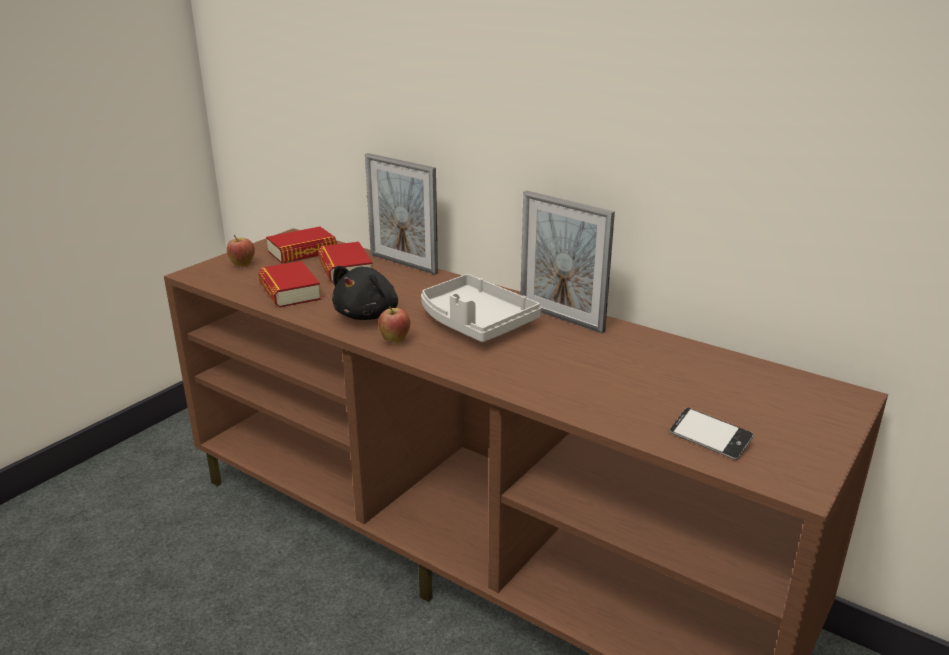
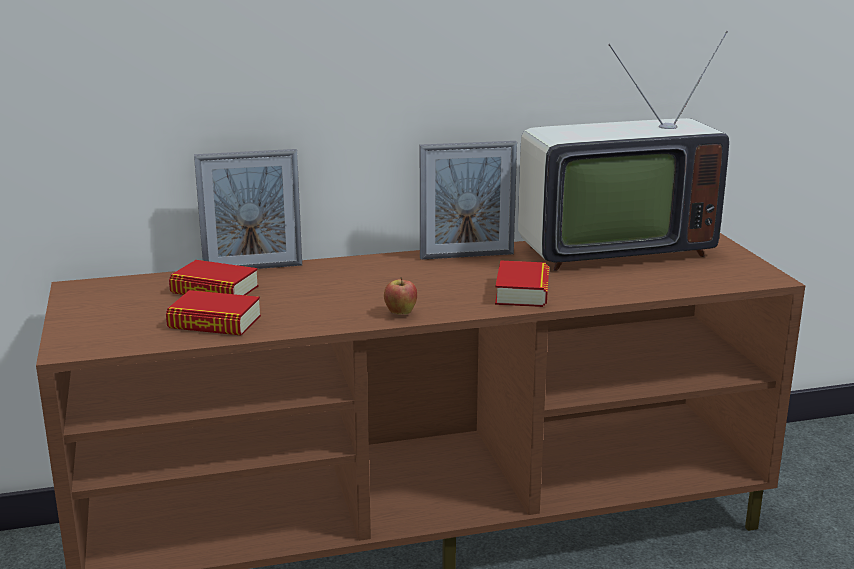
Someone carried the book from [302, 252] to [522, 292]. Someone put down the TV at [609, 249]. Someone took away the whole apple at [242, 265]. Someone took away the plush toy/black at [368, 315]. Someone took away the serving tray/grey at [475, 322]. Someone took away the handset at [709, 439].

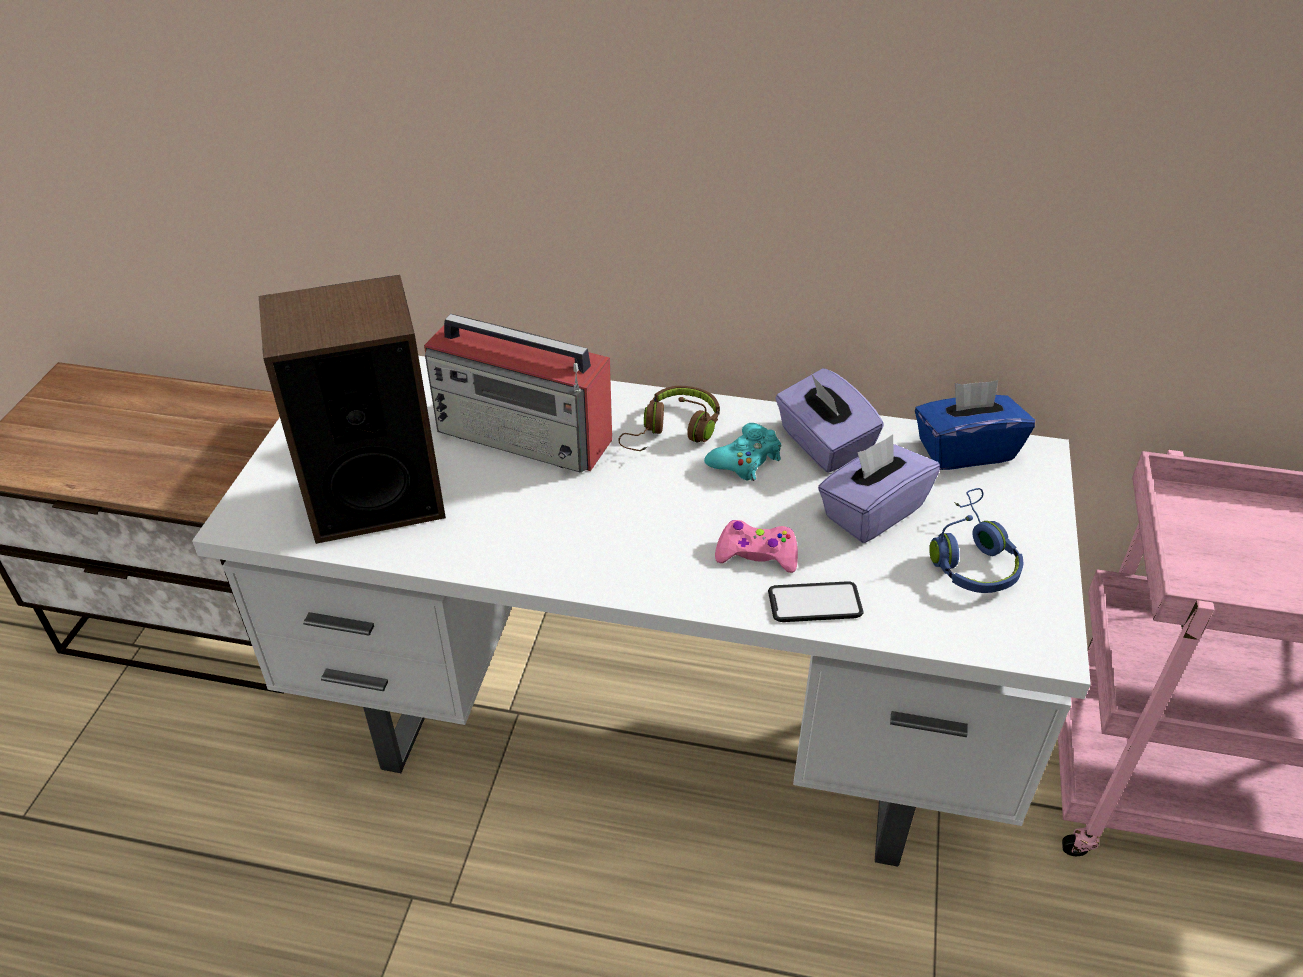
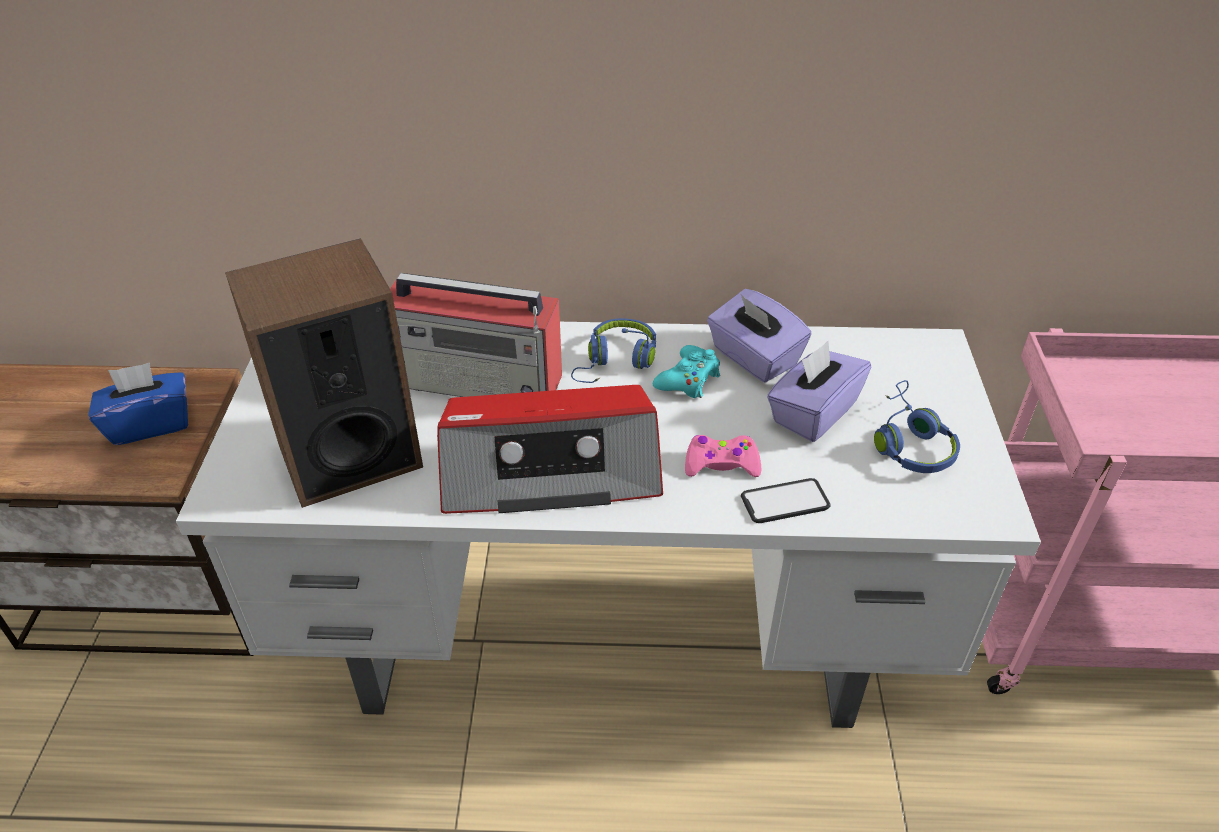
Someone carried the box of tissues/blue from [965, 450] to [150, 424]. Someone put down the radio set at [550, 470]. Someone repainted the headphones/brown at [673, 431], which became the headphones/blue at [616, 361].

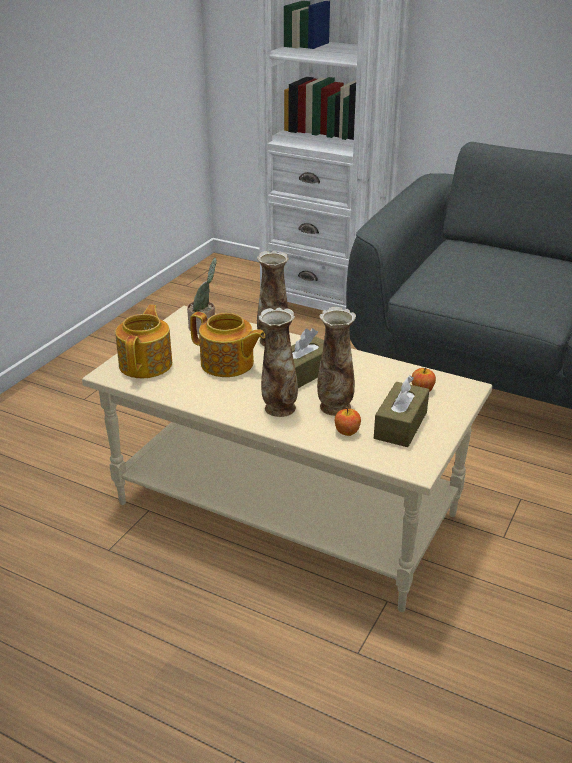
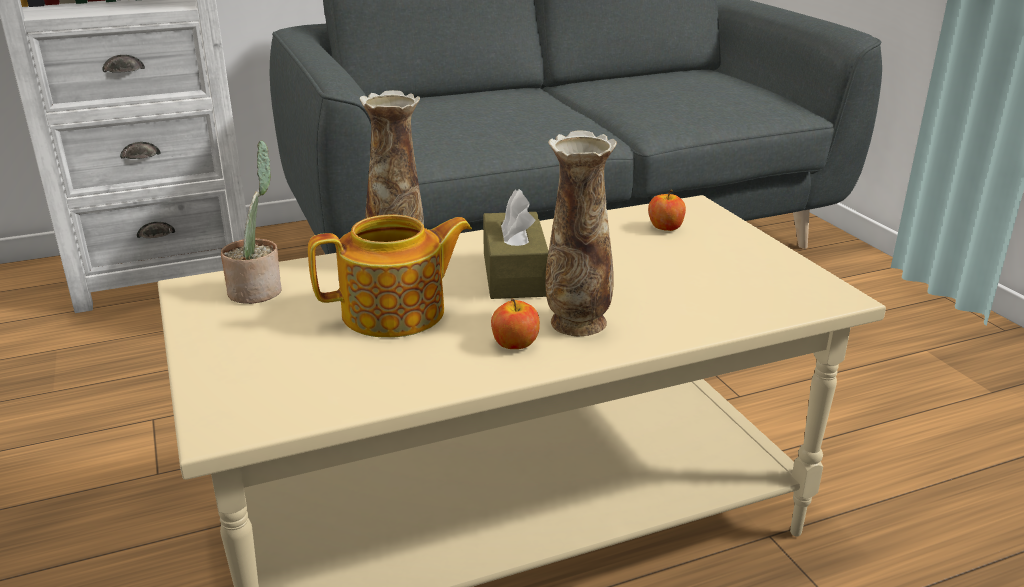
Someone carried the whole apple from [347, 432] to [515, 344]. Someone took away the teapot at [147, 364]. Someone took away the decorative vase at [334, 407]. Someone took away the box of tissues/brown at [400, 425].

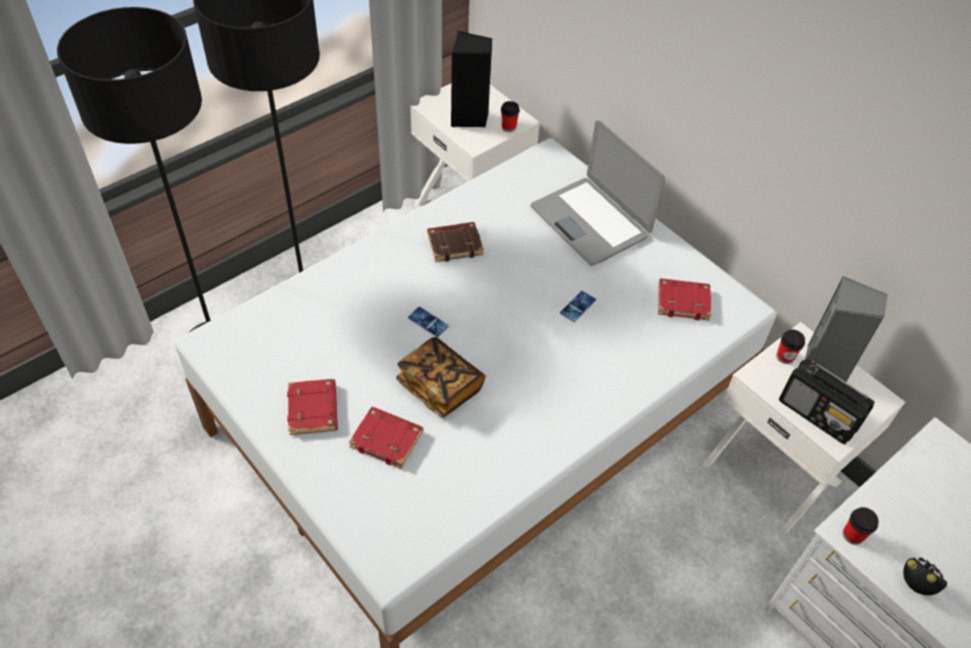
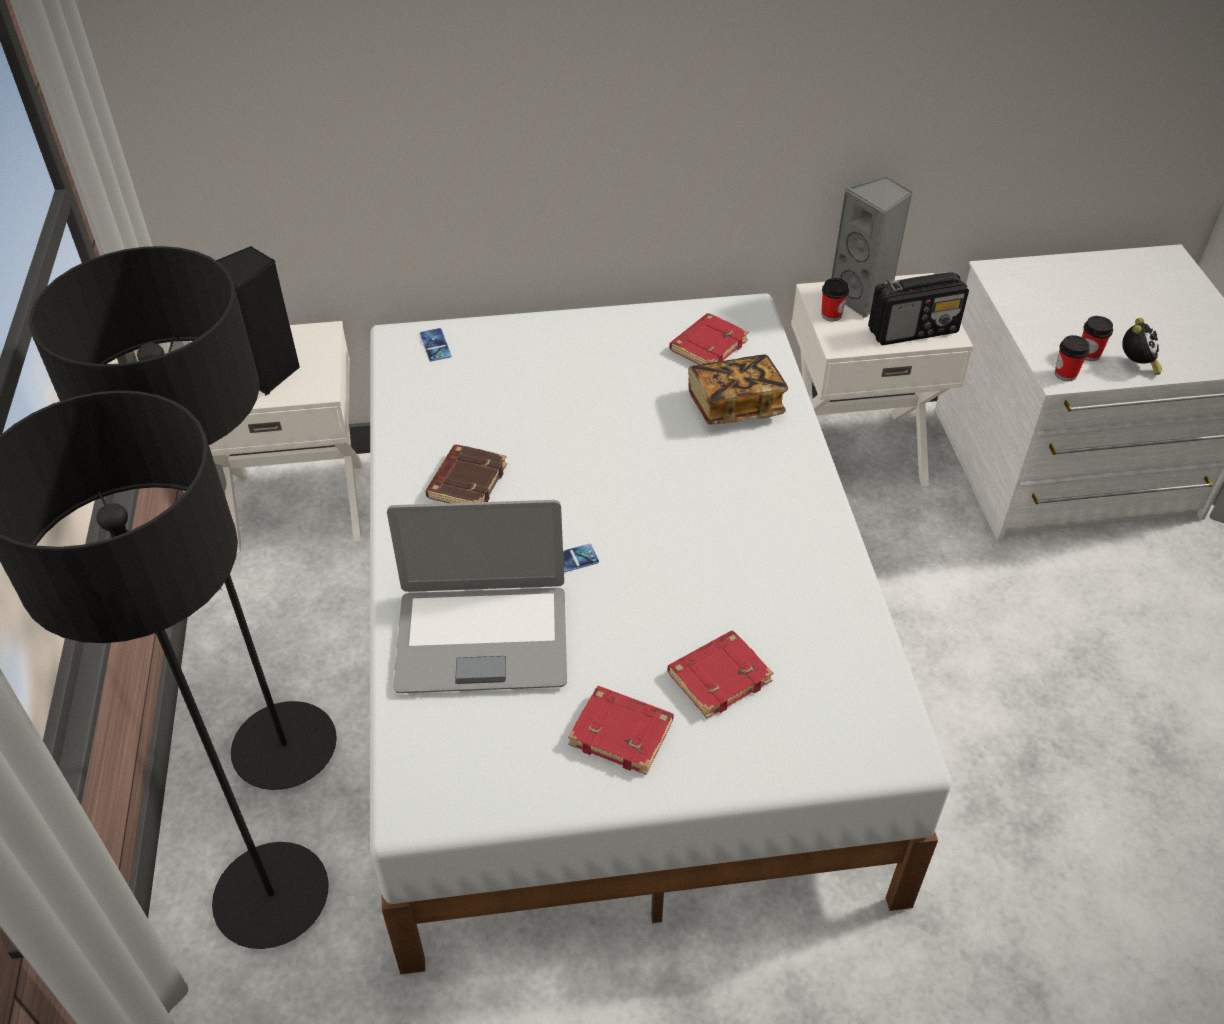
Someone carried the notebook computer from [590, 221] to [482, 638]. Someone carried the handset from [578, 306] to [435, 345]. Someone carried the book from [440, 386] to [735, 405]. Someone carried the drinking cup from [508, 127] to [1089, 354]. Someone rotated the alarm clock at [916, 586] by 120 degrees clockwise.

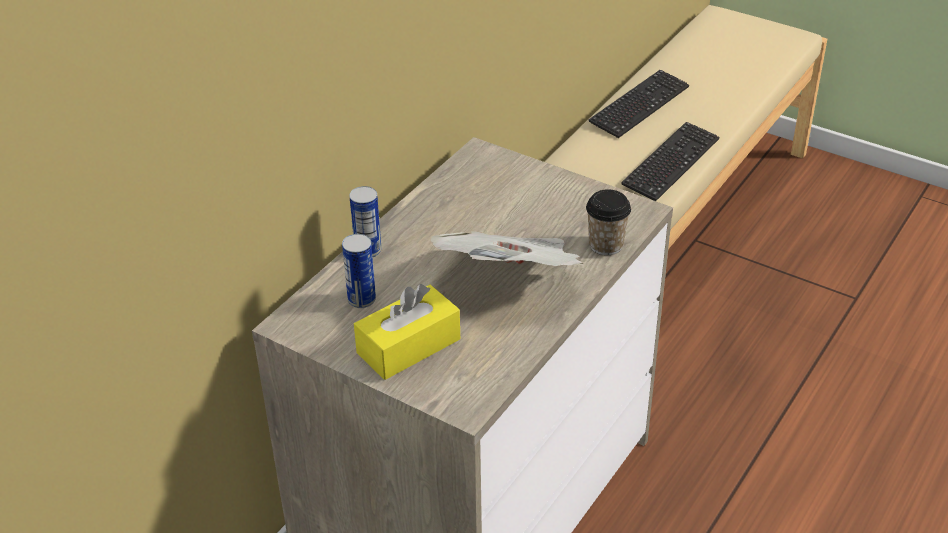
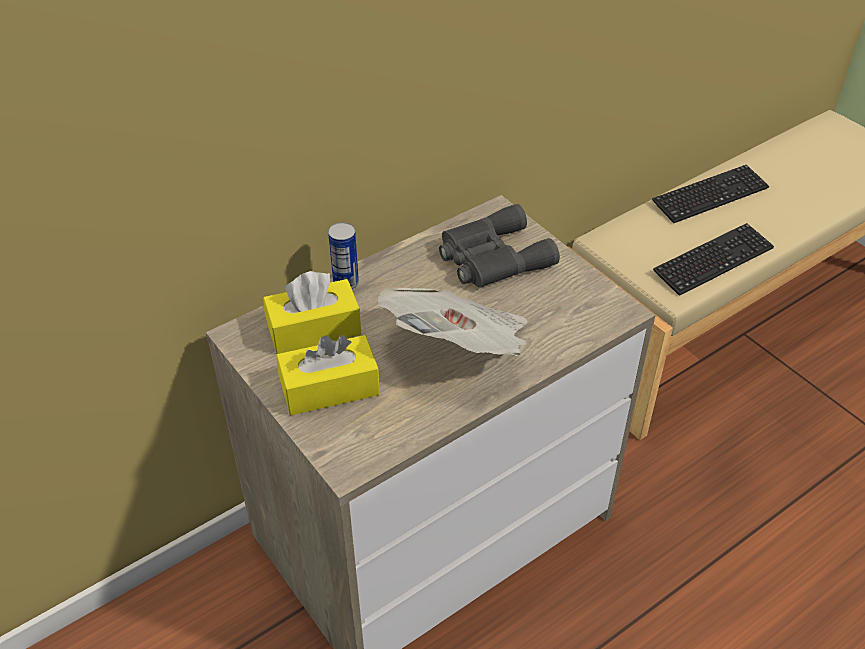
Someone swapped the sealed can at [361, 300] for the box of tissues/yellowish at [314, 329]. Someone put down the pair of binoculars/grey at [491, 258]. Someone took away the drinking cup at [606, 245].

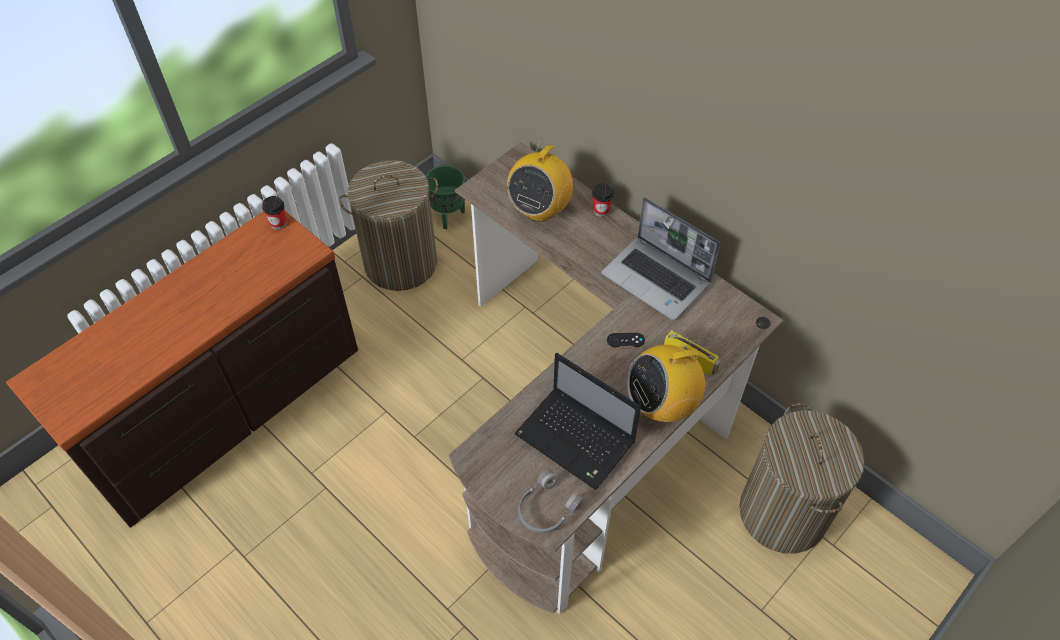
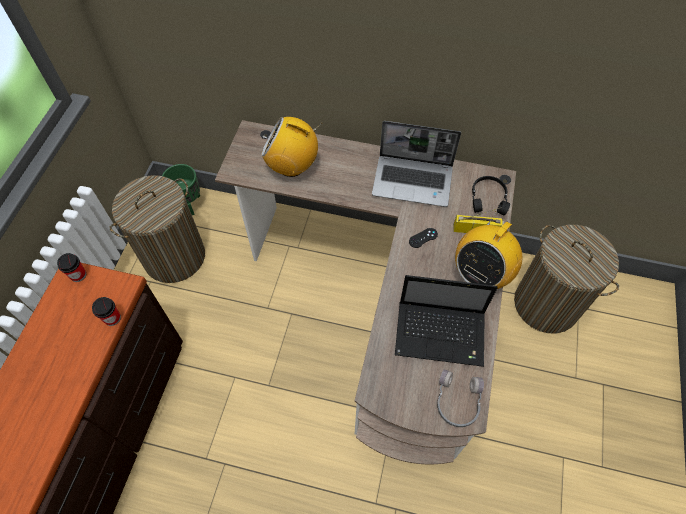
Someone carried the drinking cup from [601, 210] to [112, 318]. Someone rotated the radio set at [539, 209] by 105 degrees clockwise. Someone put down the headphones/black at [488, 198].

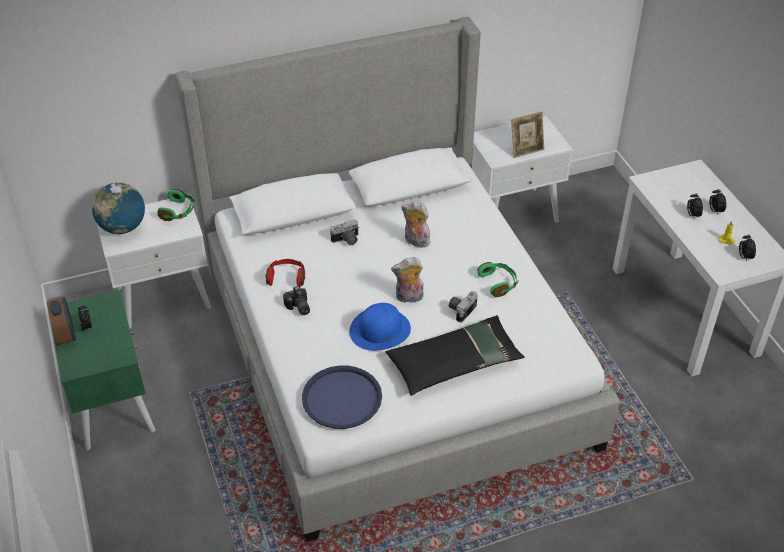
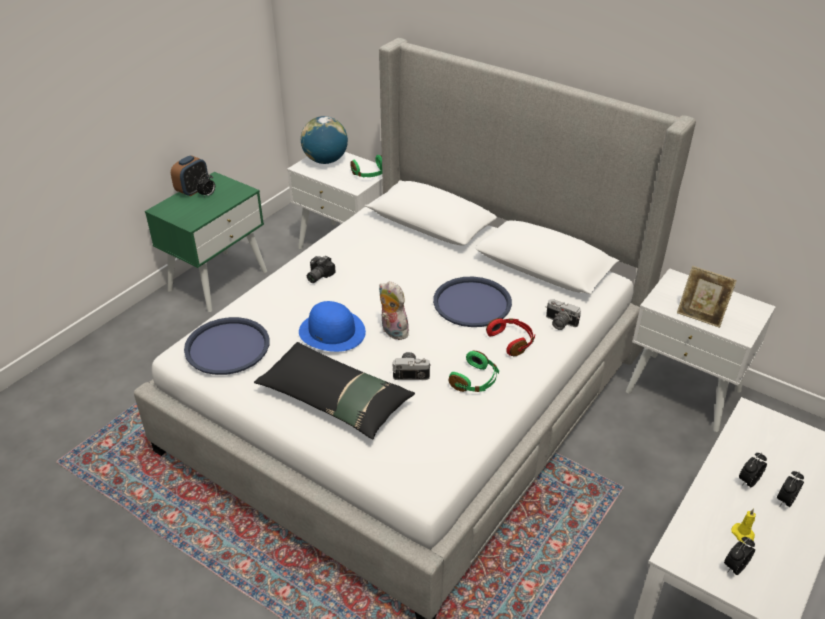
Someone swapped the plush toy at [415, 242] for the serving tray/blue at [472, 303]. Someone carried the headphones/red from [286, 277] to [512, 341]. Someone carried the photo camera from [346, 240] to [559, 323].

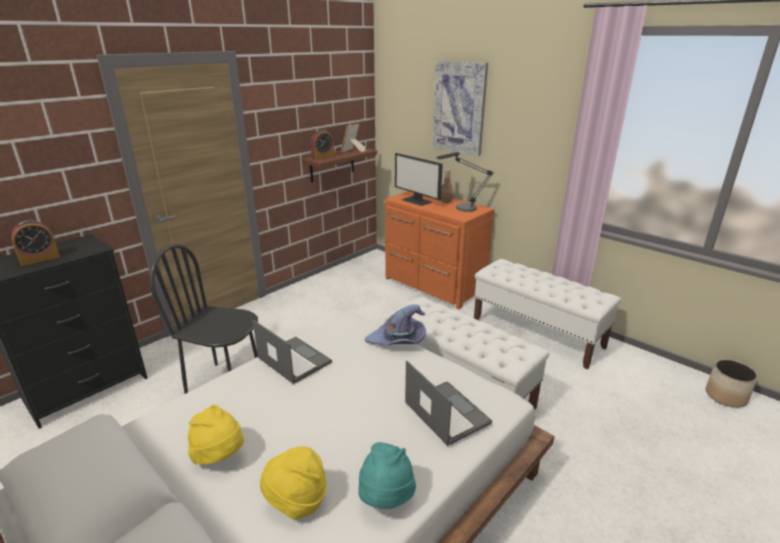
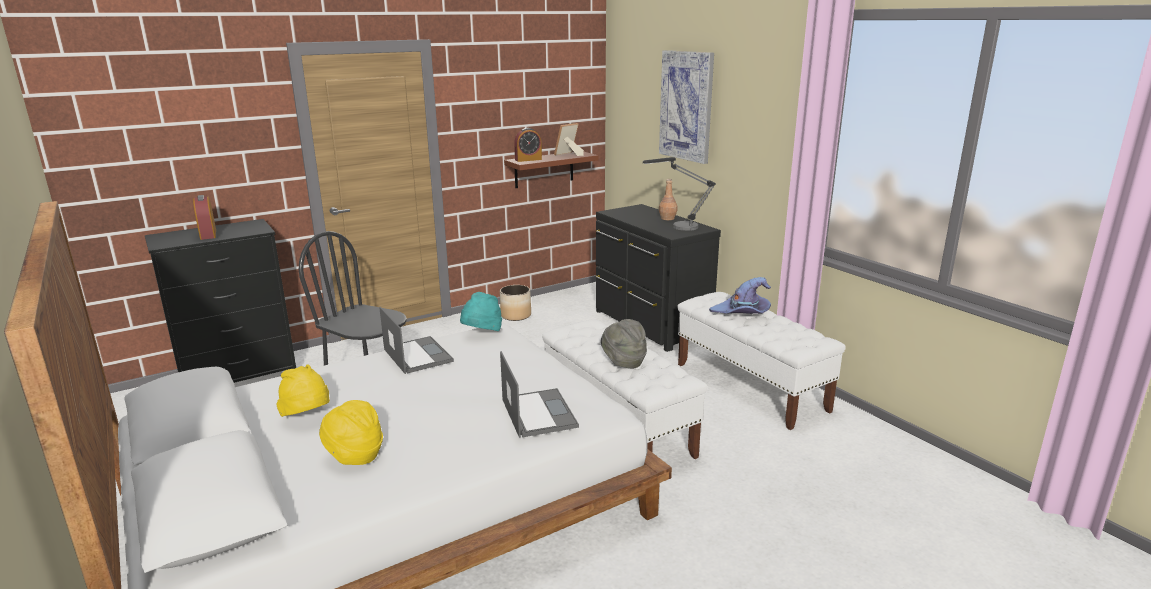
Someone rotated the alarm clock at [40, 259] by 90 degrees clockwise. Someone carried the clothing hat/turquoise from [385, 498] to [482, 333]. Someone carried the plant pot from [725, 396] to [515, 315]. Someone repainted the dresser/orange at [433, 286], which became the dresser/black at [649, 325]. Someone put down the clothing hat/grey at [623, 362]. Someone carried the clothing hat/purplish from [398, 340] to [742, 313]. Someone took away the computer screen at [417, 201].

